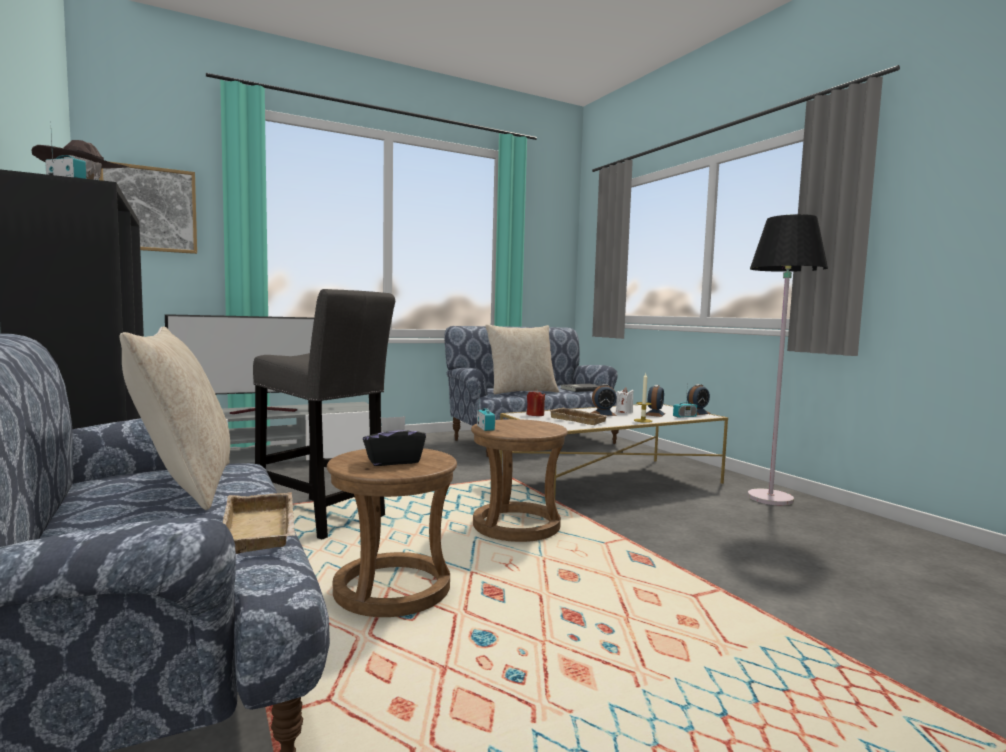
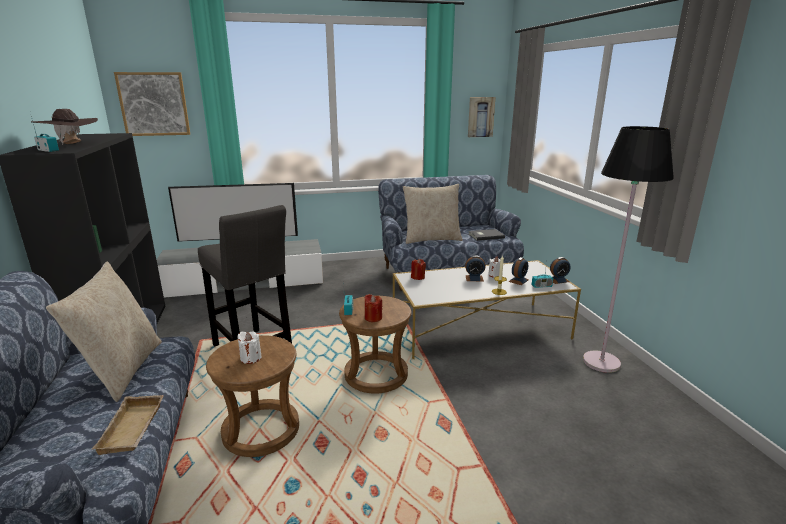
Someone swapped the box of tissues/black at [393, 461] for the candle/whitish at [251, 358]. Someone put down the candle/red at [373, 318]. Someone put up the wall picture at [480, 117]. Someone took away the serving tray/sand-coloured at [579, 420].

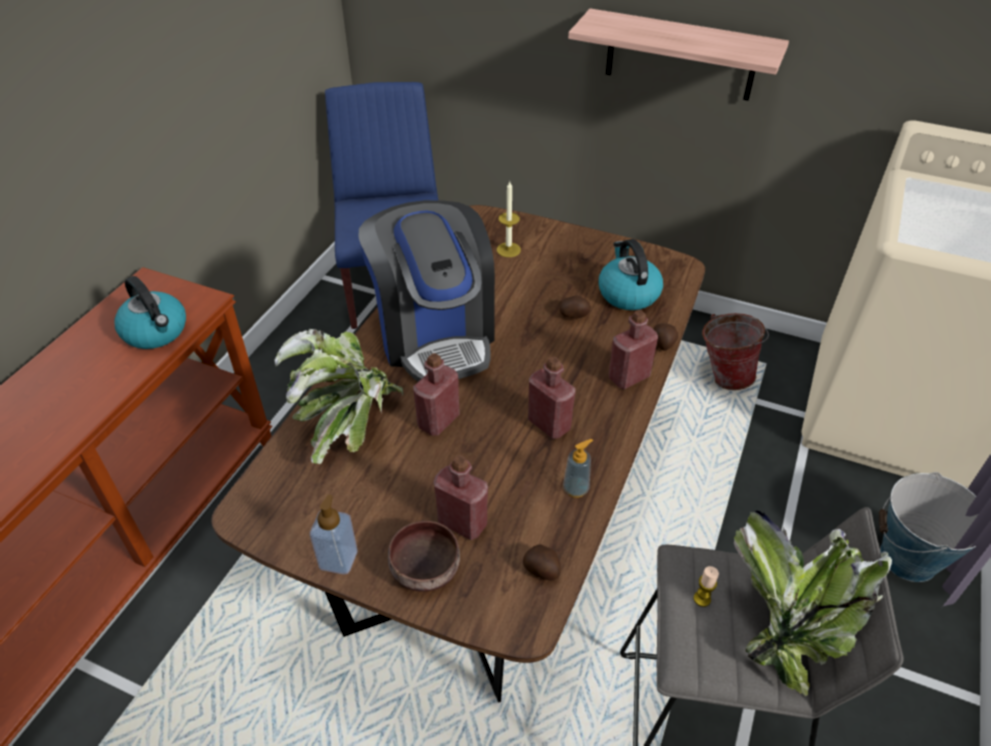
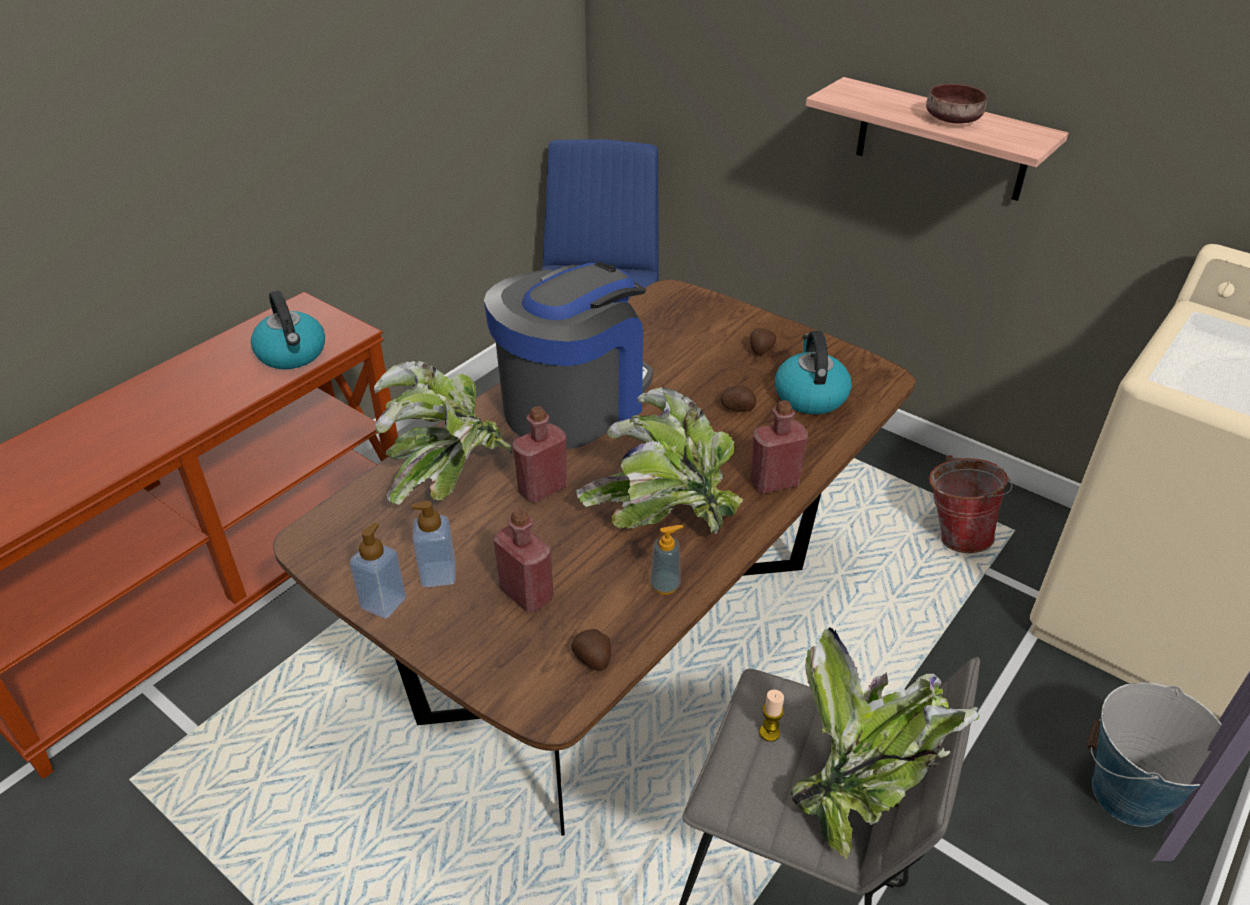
Someone put down the liquid soap bottle at [438, 575]. Someone rotated the coffee maker at [435, 334] by 135 degrees counterclockwise. Someone swapped the beverage bottle/red at [549, 424] for the potted plant at [662, 514]. Someone carried the potato from [663, 344] to [760, 350]. Someone carried the serving bowl/brown from [427, 567] to [954, 119]. Someone took away the candle at [508, 250].

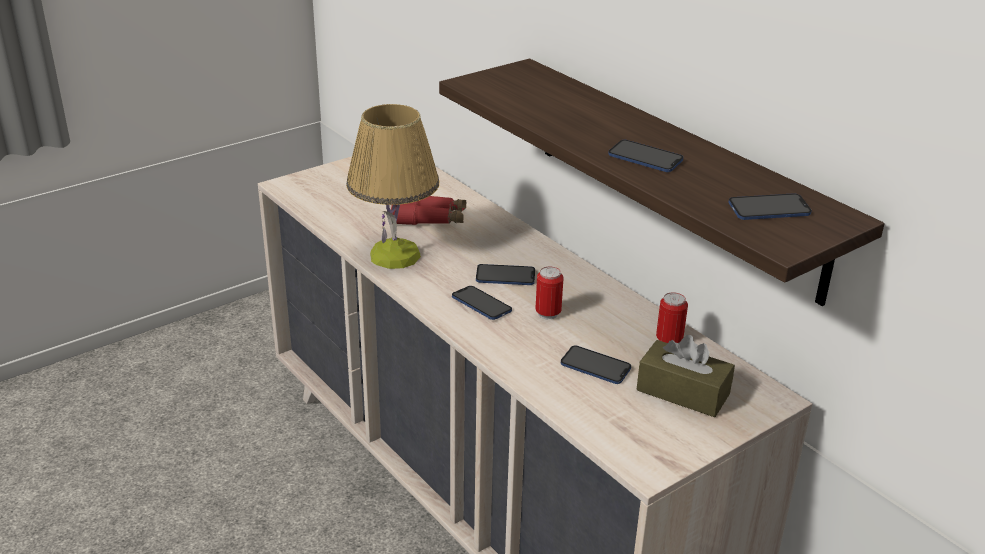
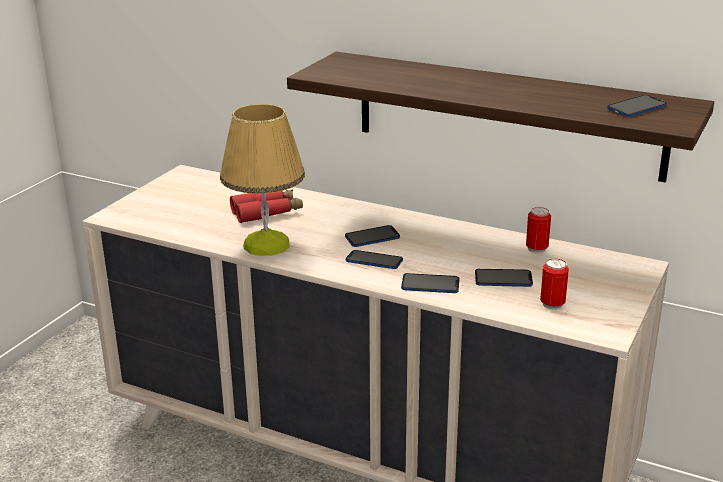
Someone carried the handset from [645, 158] to [430, 285]. Someone carried the sealed can from [548, 313] to [552, 304]. Someone took away the box of tissues/brown at [683, 392].

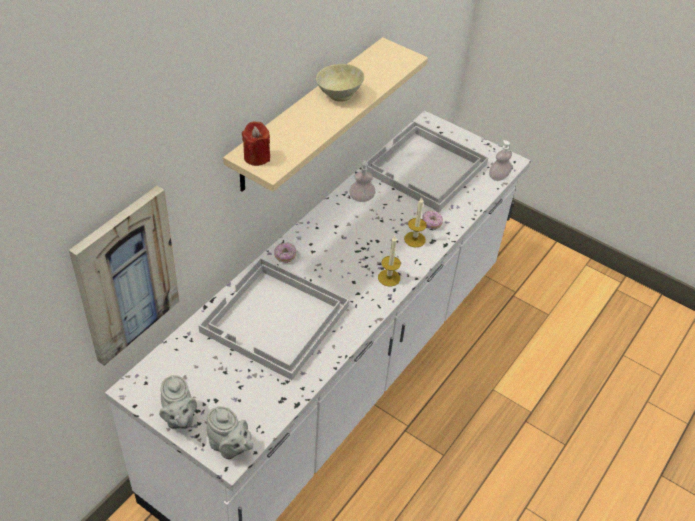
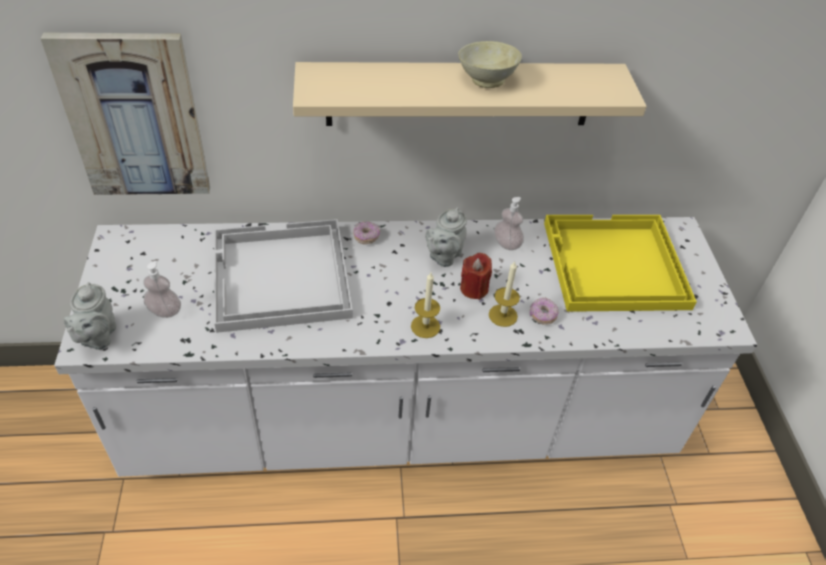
Someone carried the liquid soap bottle from [498, 177] to [165, 311]. Someone carried the teapot/grey from [179, 418] to [443, 256]. Someone carried the candle/red from [256, 157] to [474, 288]. Someone repainted the serving tray/whitish at [425, 168], which became the serving tray/yellowish at [613, 265].

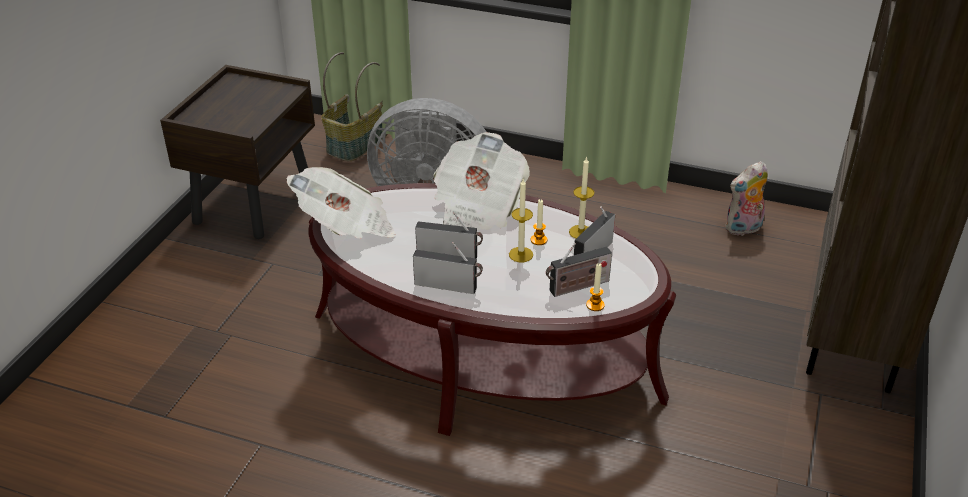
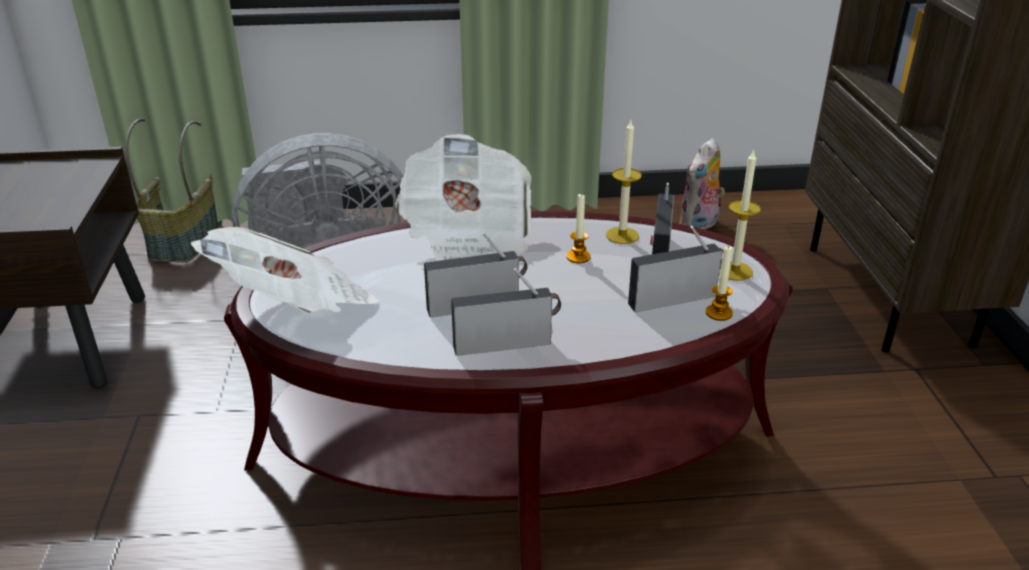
Someone rotated the radio set at [577, 287] by 150 degrees counterclockwise. Someone carried the candle from [521, 254] to [734, 271].

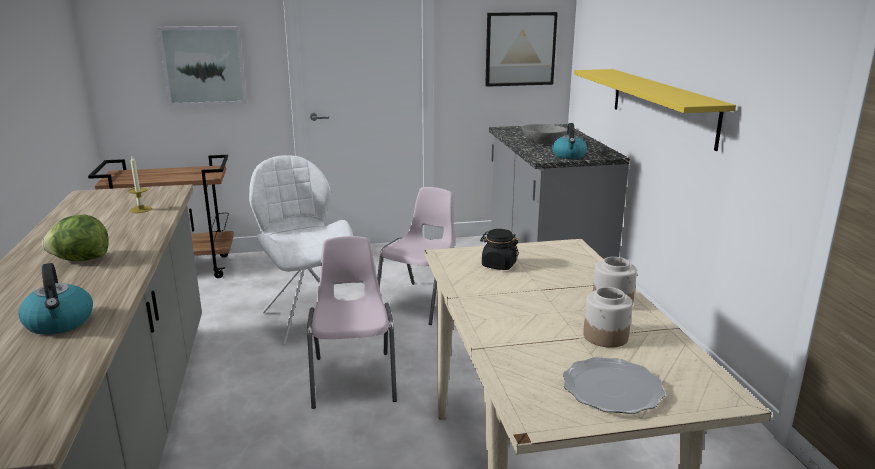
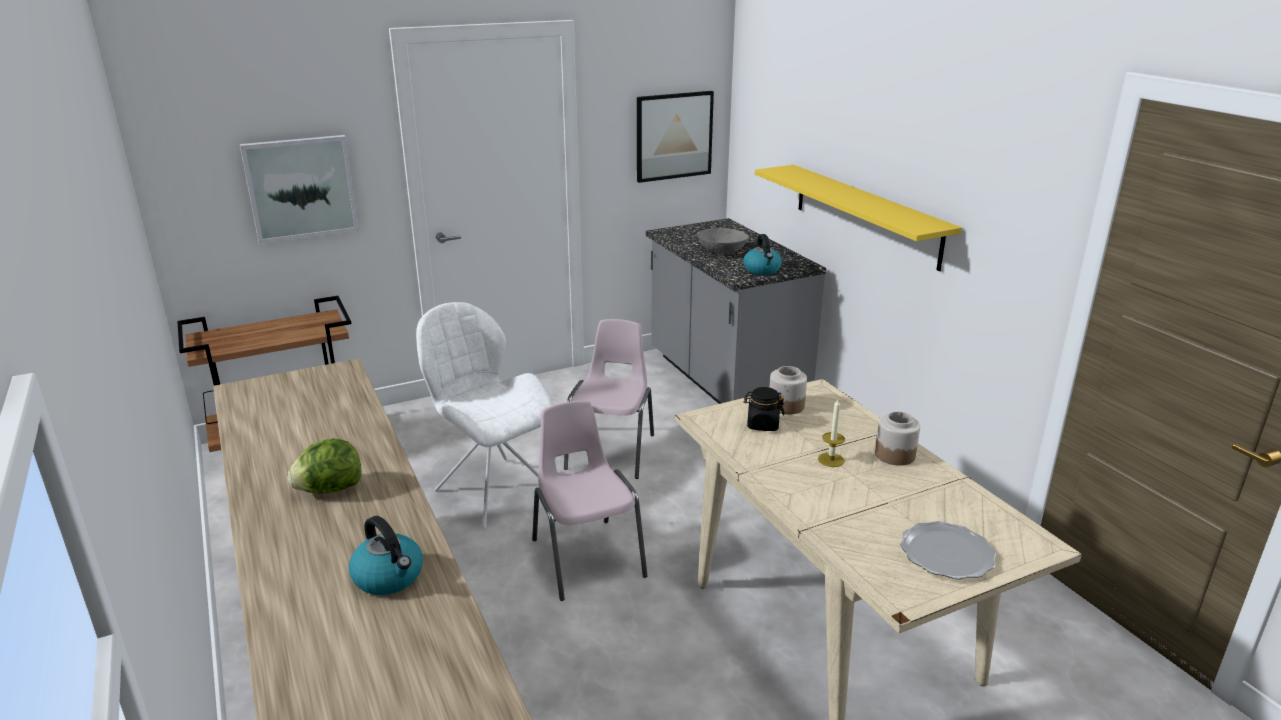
Someone carried the jar from [606, 336] to [786, 406]. Someone carried the candle from [140, 209] to [831, 460].

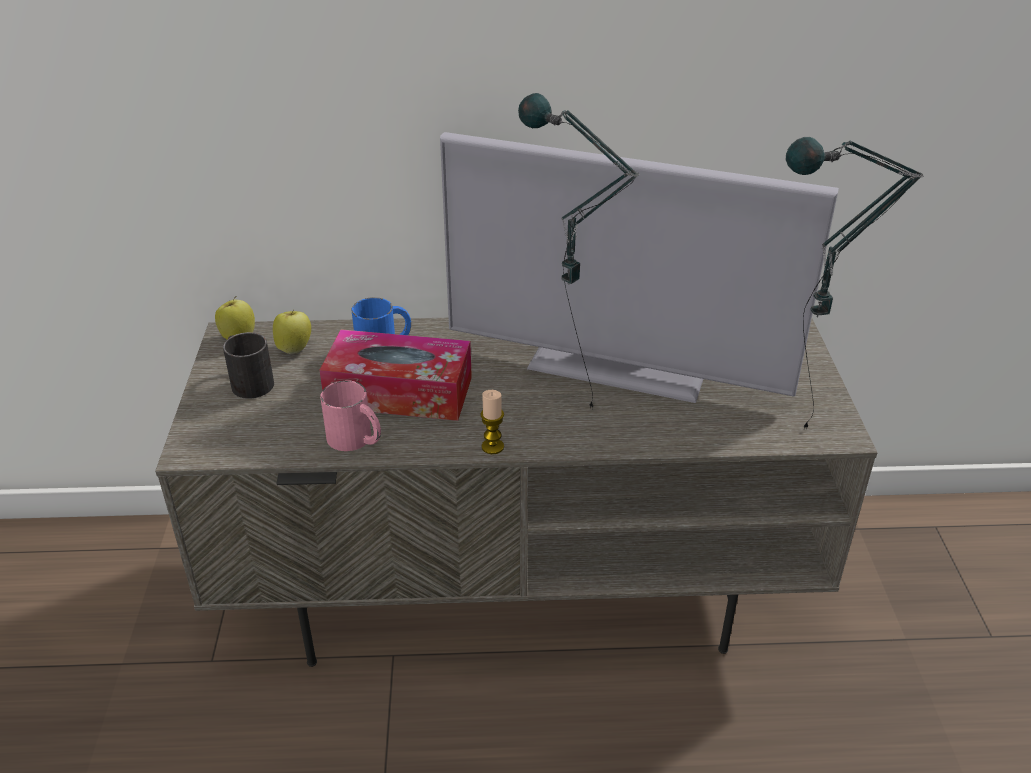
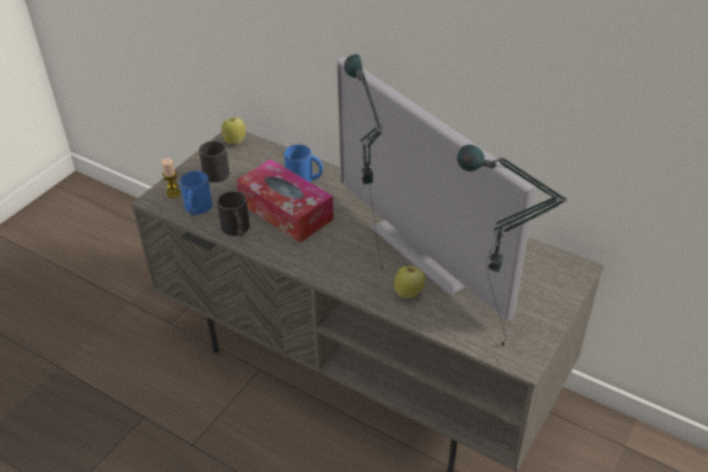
Someone carried the candle from [492, 447] to [173, 193]. Someone put down the mug/blue at [197, 209]. Someone repainted the mug/pink at [356, 440], which became the mug/black at [237, 230]. Someone carried the whole apple from [294, 348] to [409, 293].

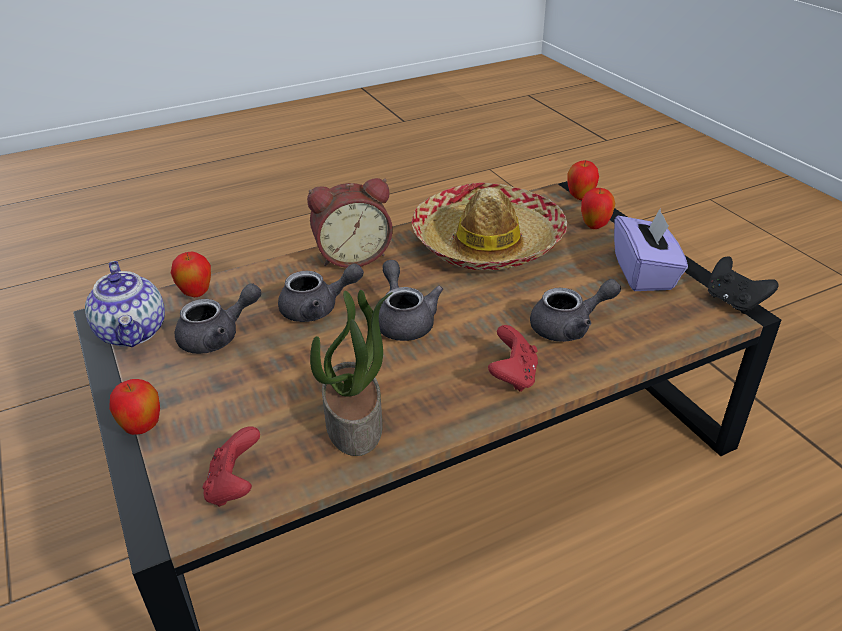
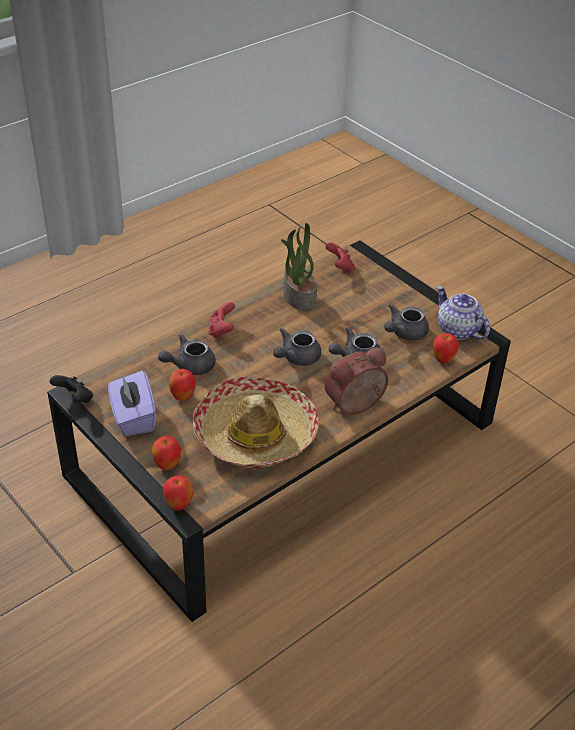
Someone carried the whole apple from [142, 428] to [183, 397]. Someone rotated the teapot/grey at [404, 320] by 75 degrees clockwise.

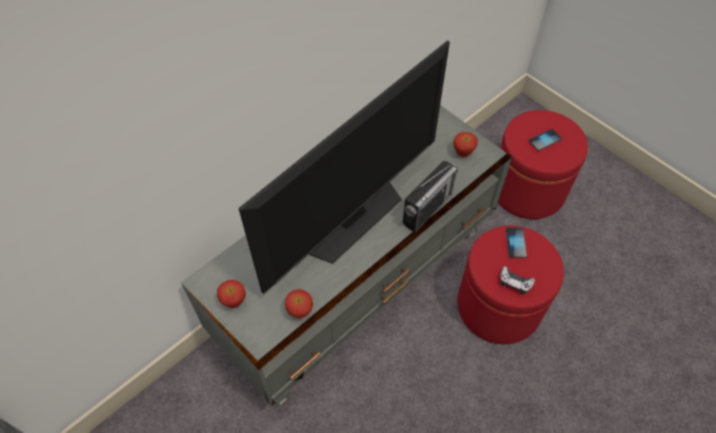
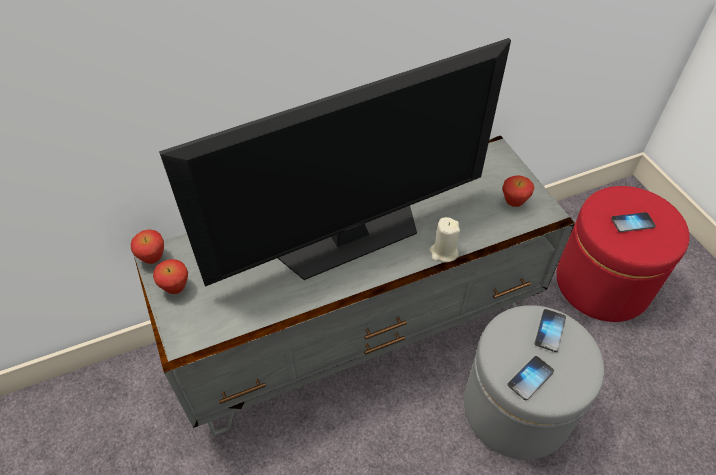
Someone carried the whole apple from [300, 312] to [153, 258]. Someone swapped the radio set at [427, 209] for the candle/sand-coloured at [443, 252]. Someone repainted the pouffe/red at [498, 306], which became the pouffe/grey at [516, 408]. Someone swapped the game controller at [515, 283] for the handset at [530, 378].

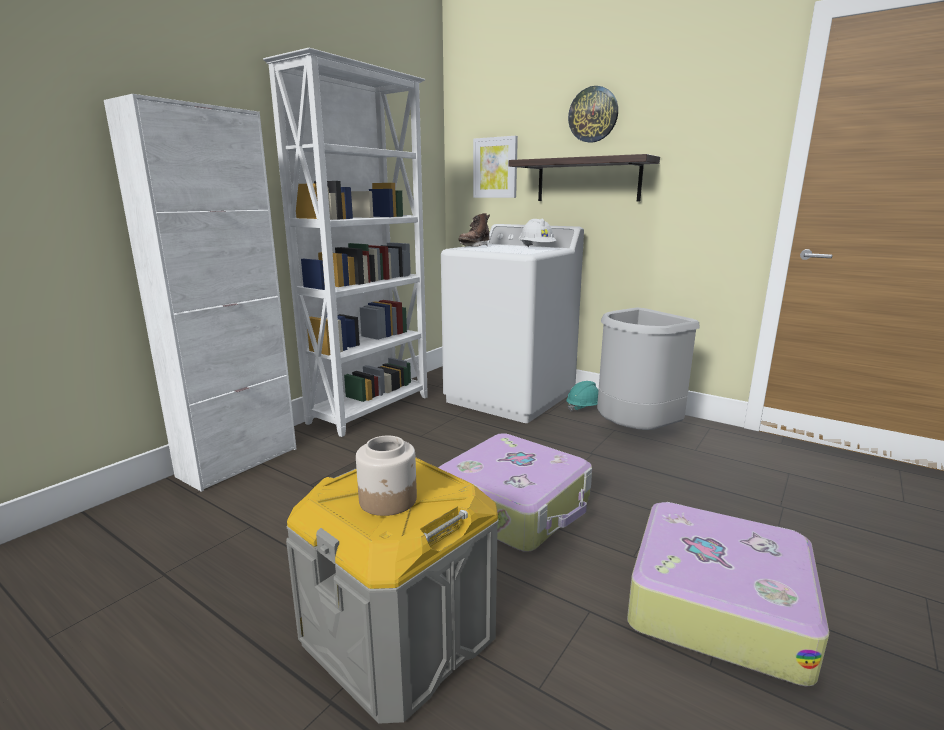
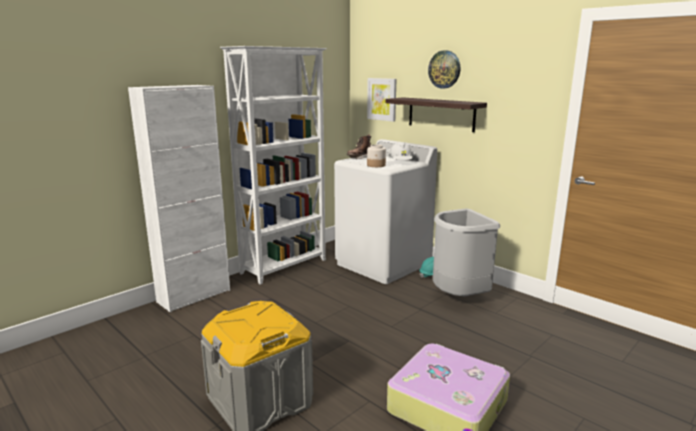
Someone carried the jar from [388, 500] to [376, 165]. Someone took away the suitcase at [514, 506].

